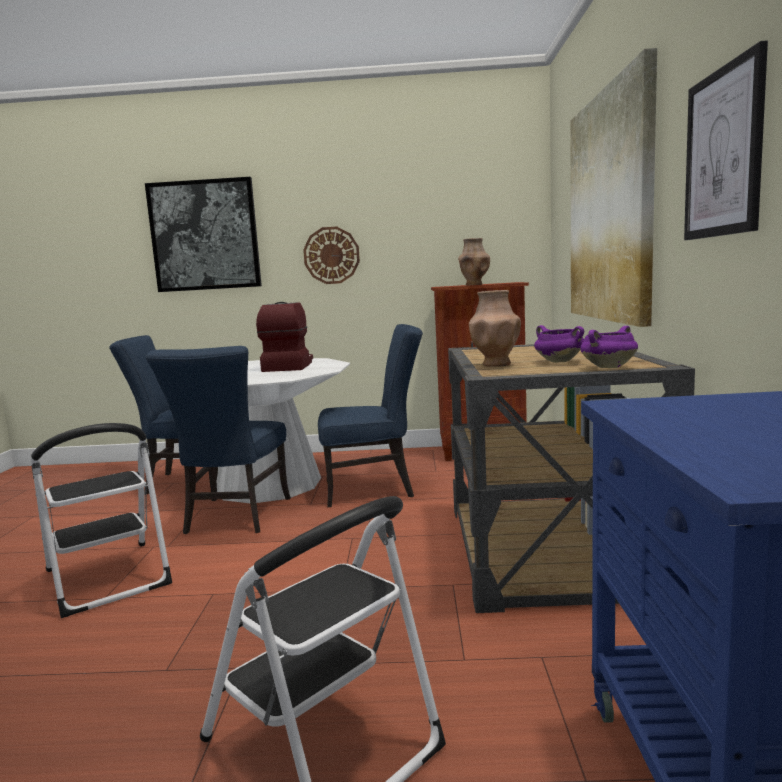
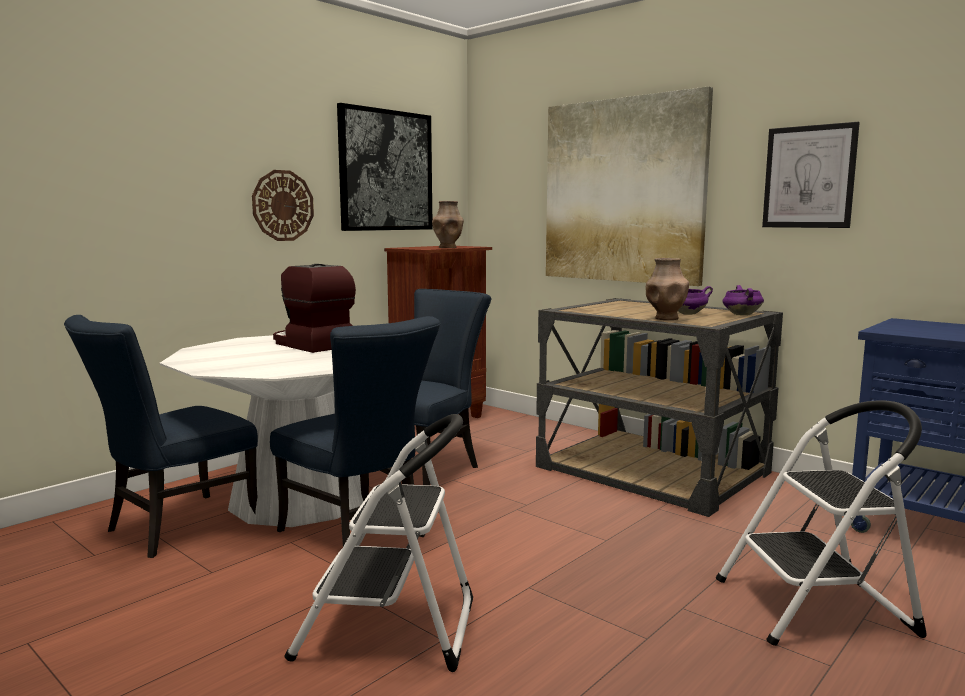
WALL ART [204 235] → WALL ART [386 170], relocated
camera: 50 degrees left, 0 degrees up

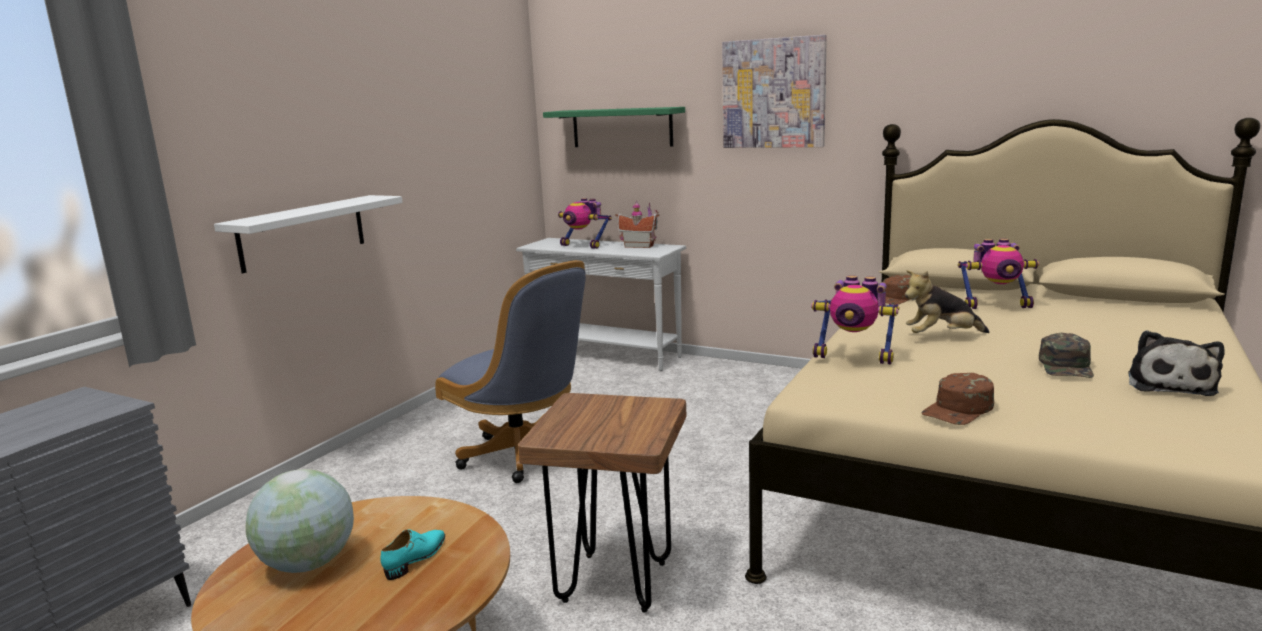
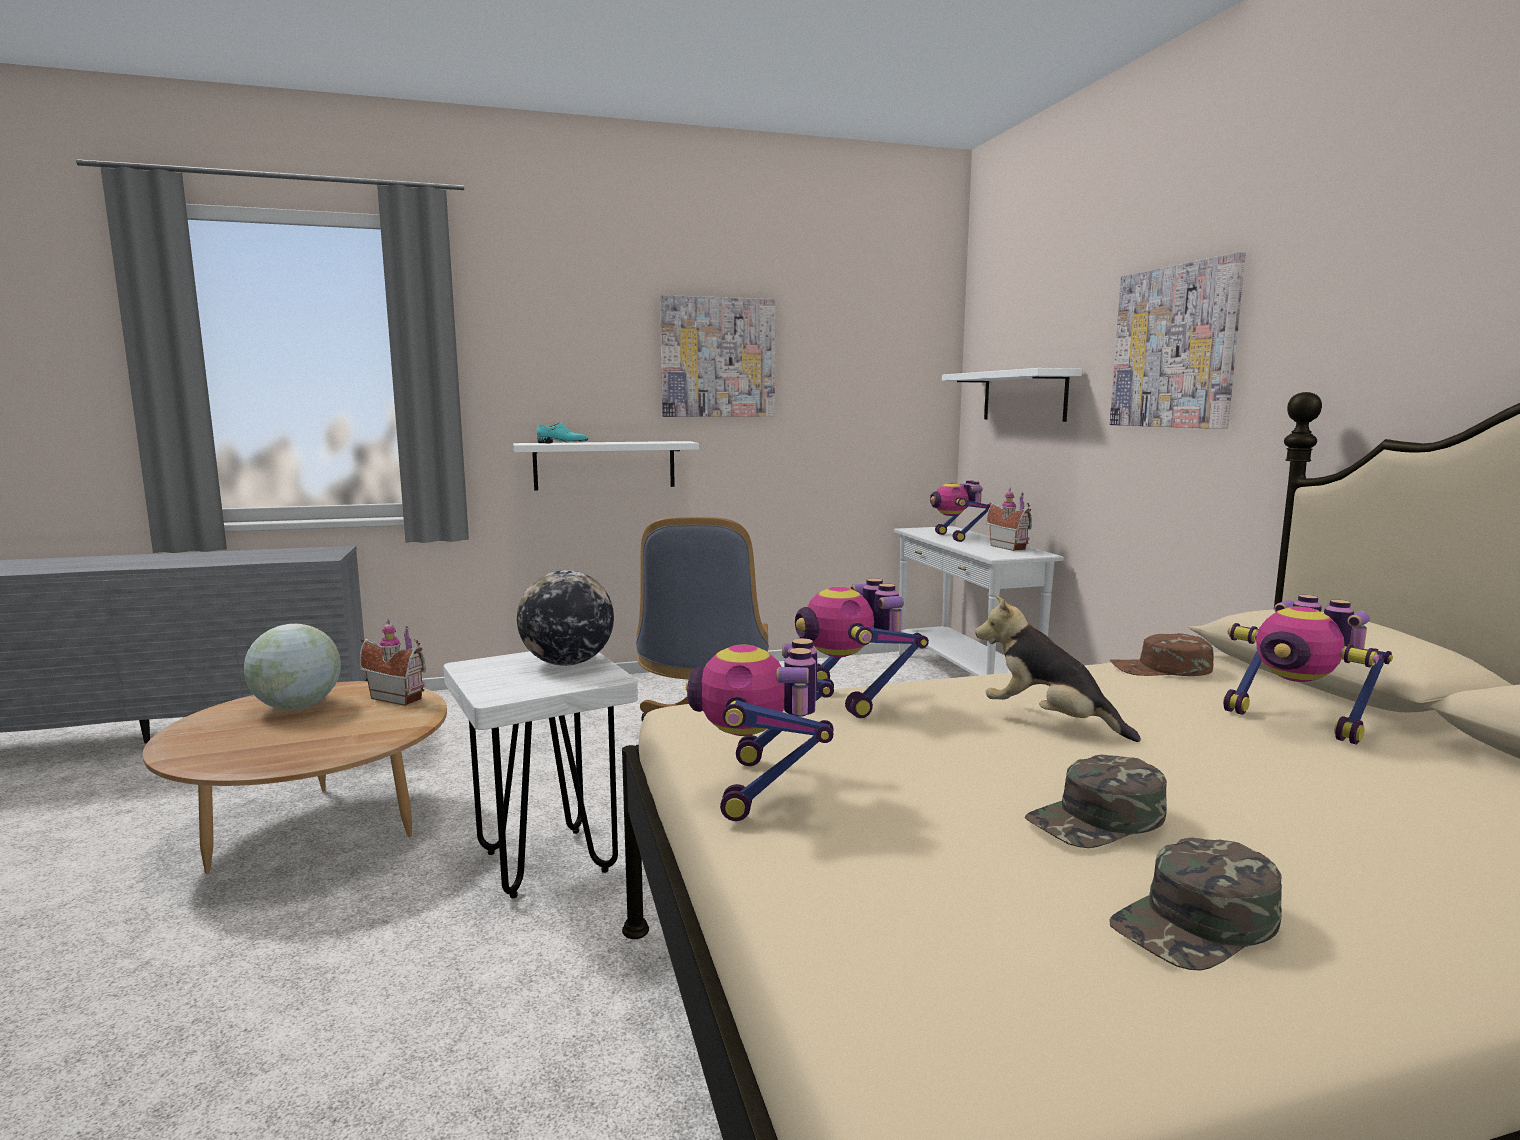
- → MODEL HOUSE [399 697]
- → WORLD GLOBE [567 663]
- → WALL ART [718 357]
TURQUOISE LOW SHOE [416 558] → TURQUOISE LOW SHOE [563 443], relocated
BROWNISH BASEBALL CAP [959 410] → ROBOT FIGURE [763 788]
CUDDLY TOY [1170 384] → GREENISH BASEBALL CAP [1197 924]
BROWNISH STOOL [615 582] → WHITE STOOL [547 862]
GREENISH SHELF [622 127] → WHITE SHELF [1024 396]
camera: 45 degrees right, 5 degrees down

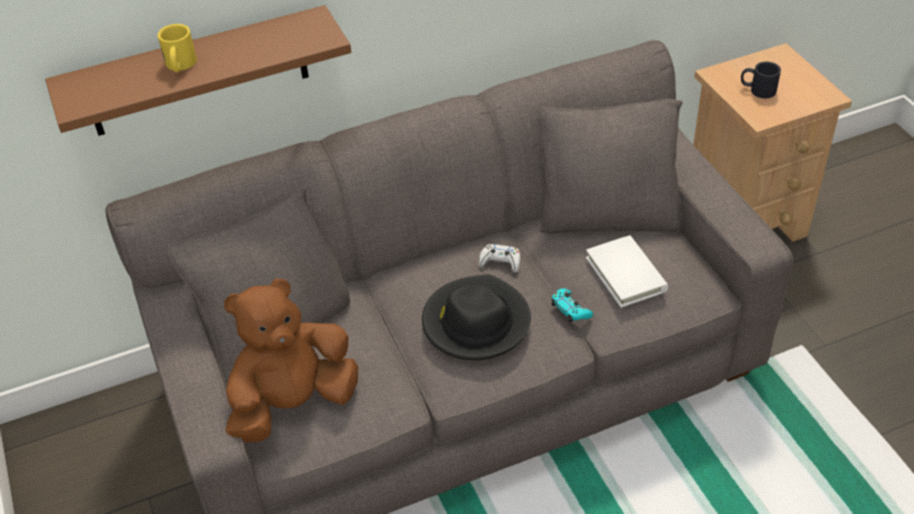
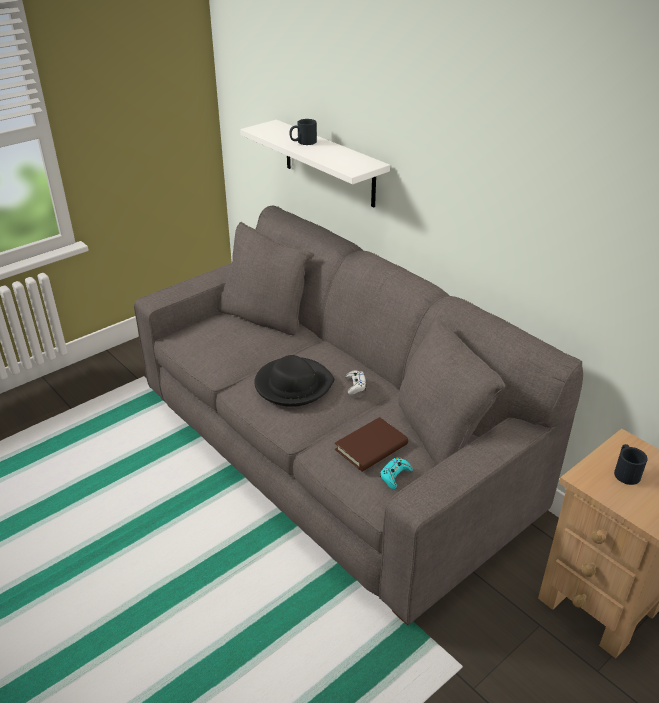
BROWNISH CUDDLY TOY [293 404] → -
TURQUOISE GAMEPAD [570 309] → TURQUOISE GAMEPAD [395 476], relocated
BROWNISH SHELF [197 73] → WHITE SHELF [329 163]
YELLOWISH COFFEE MUG [180 66] → BLACK-COLOURED COFFEE MUG [303 142]
WHITE BOOK [625 274] → BROWNISH BOOK [371 447]
camera: 70 degrees right, 10 degrees down

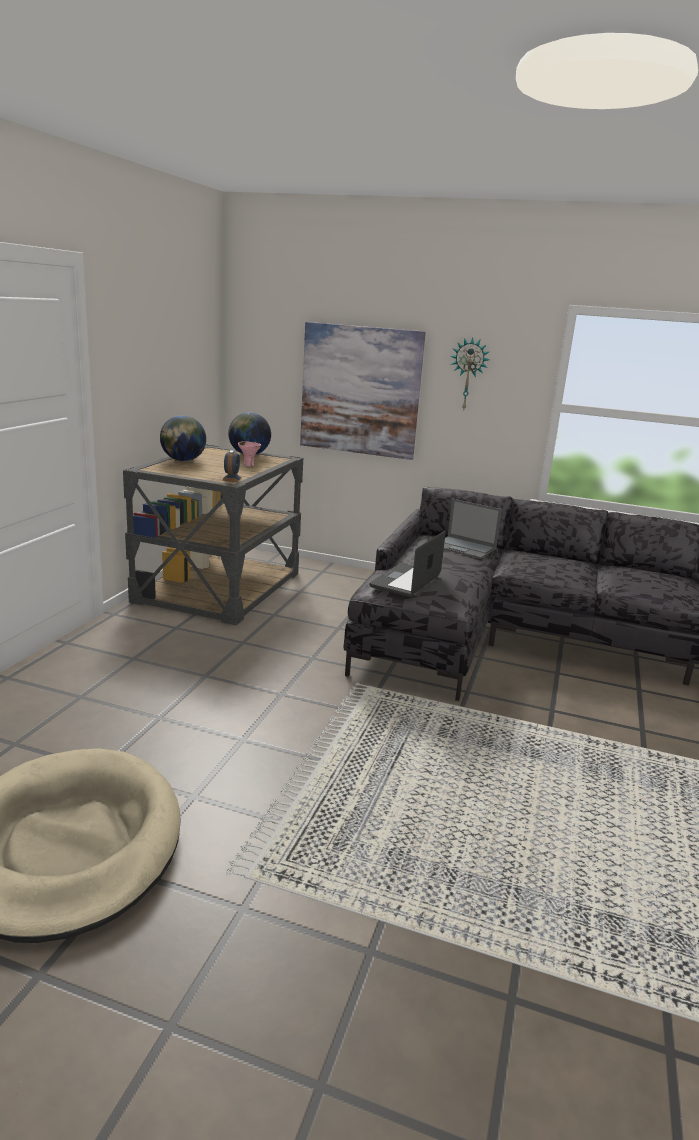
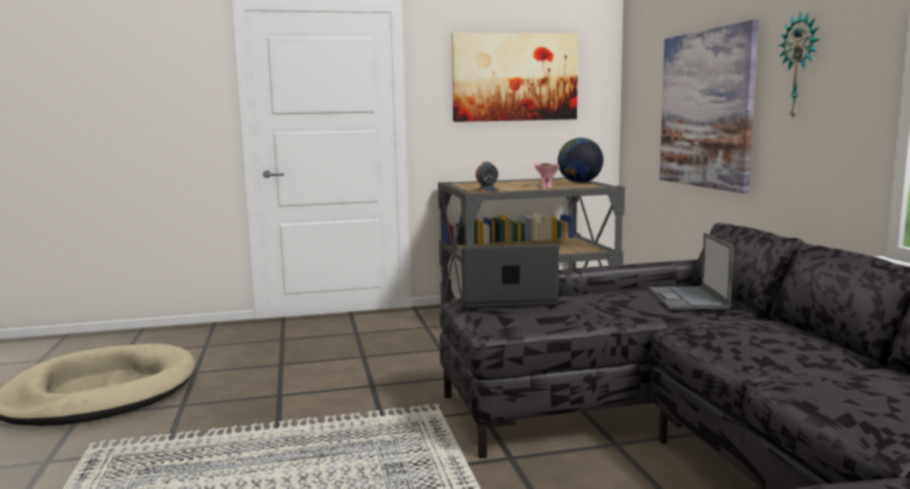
WORLD GLOBE [183 460] → -
- → WALL ART [515 77]
camera: 60 degrees right, 10 degrees down

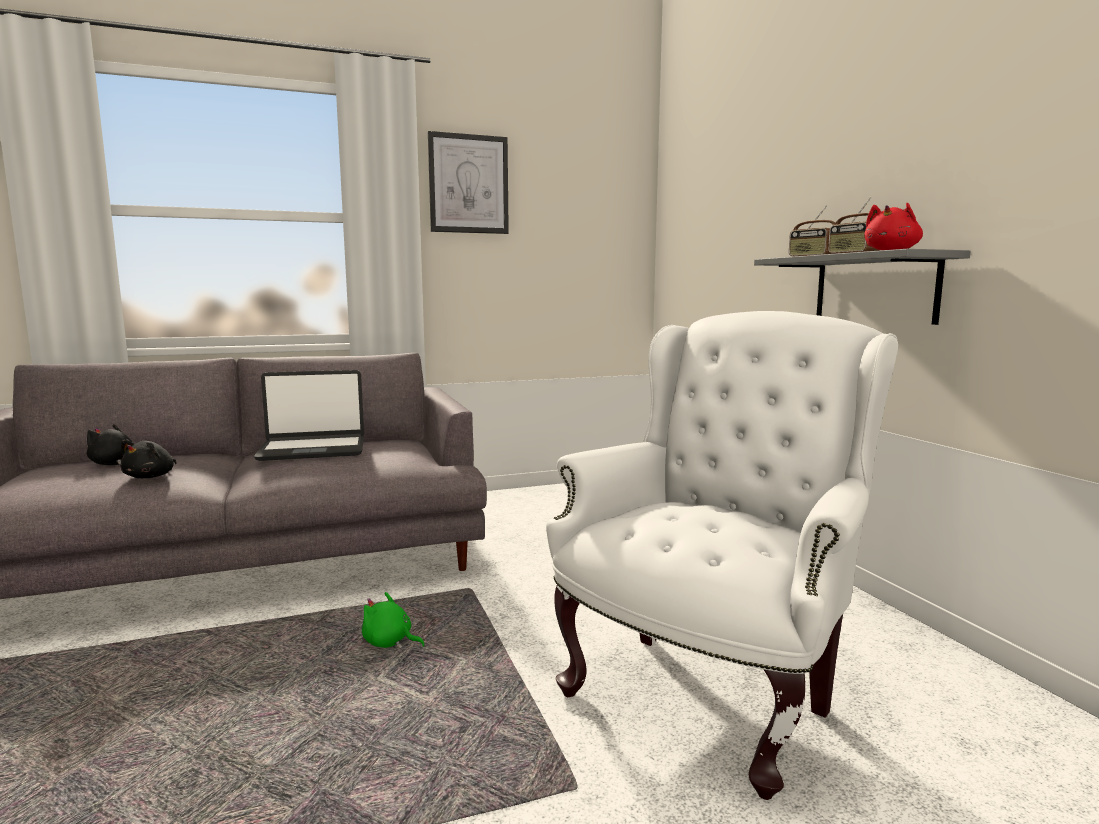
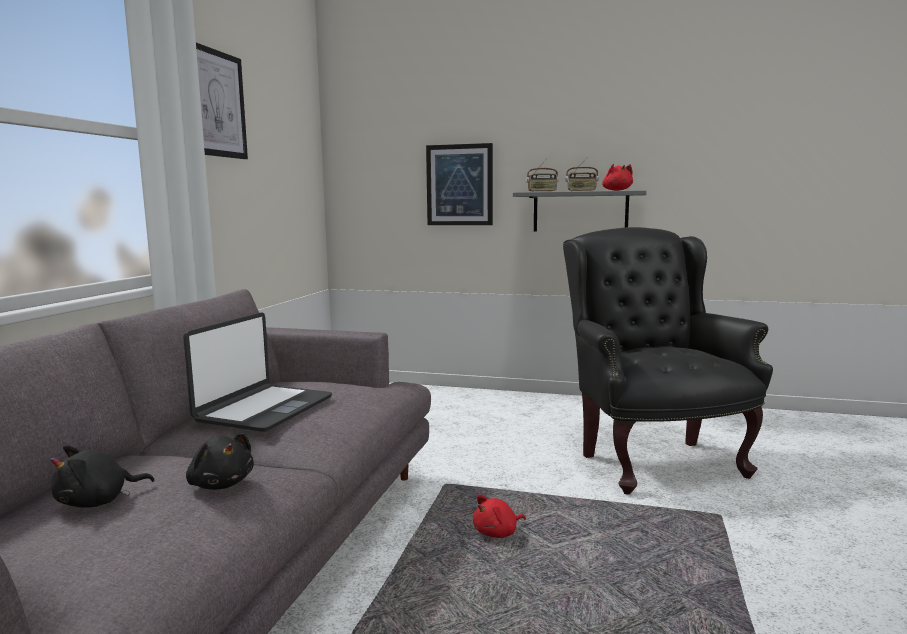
- → WALL ART [459 185]
GREENISH CUDDLY TOY [390 642] → RED-COLOURED CUDDLY TOY [497 533]
WHITE LOUNGE CHAIR [710 689] → BLACK-COLOURED LOUNGE CHAIR [652 458]
camera: 55 degrees left, 0 degrees up

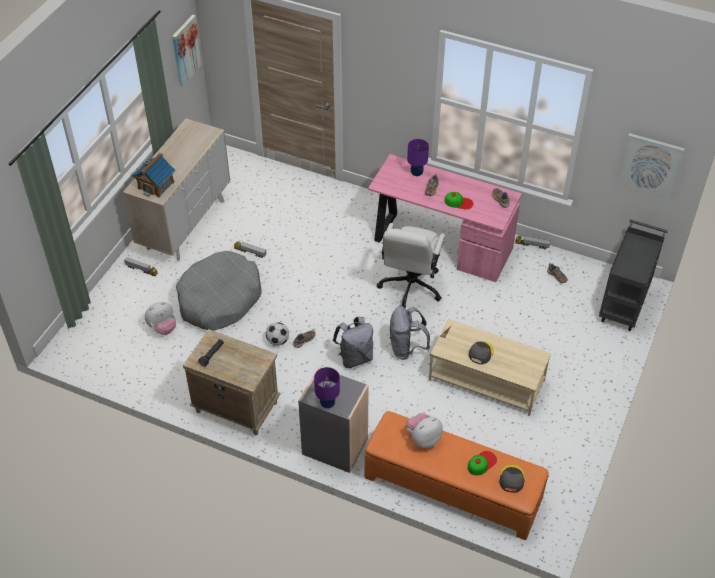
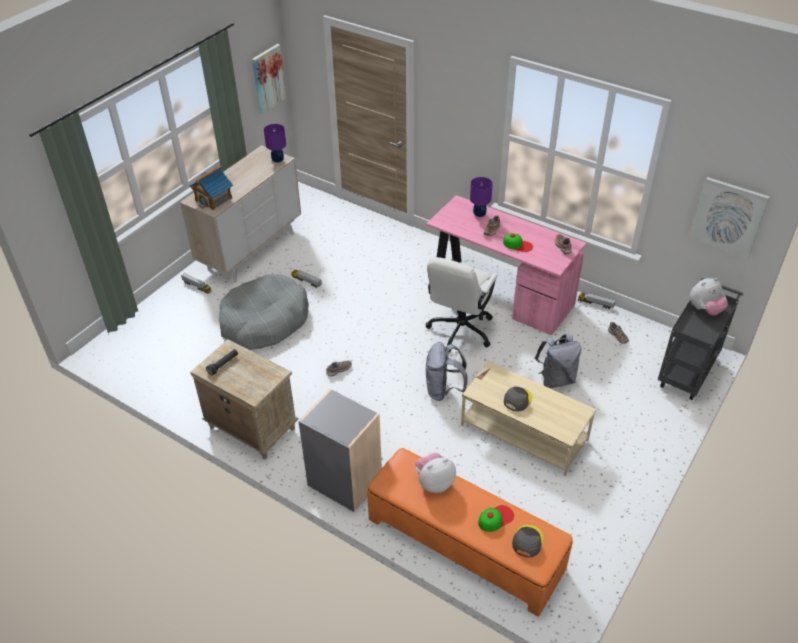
FOOTBALL [277 341] → -
CUDDLY TOY [163 328] → CUDDLY TOY [704 309], relocated
PURPLE TABLETOP LAMP [328 403] → PURPLE TABLETOP LAMP [278 160], relocated
GREY BACKPACK [355 357] → GREY BACKPACK [556 379], relocated
camera: 10 degrees right, 5 degrees down

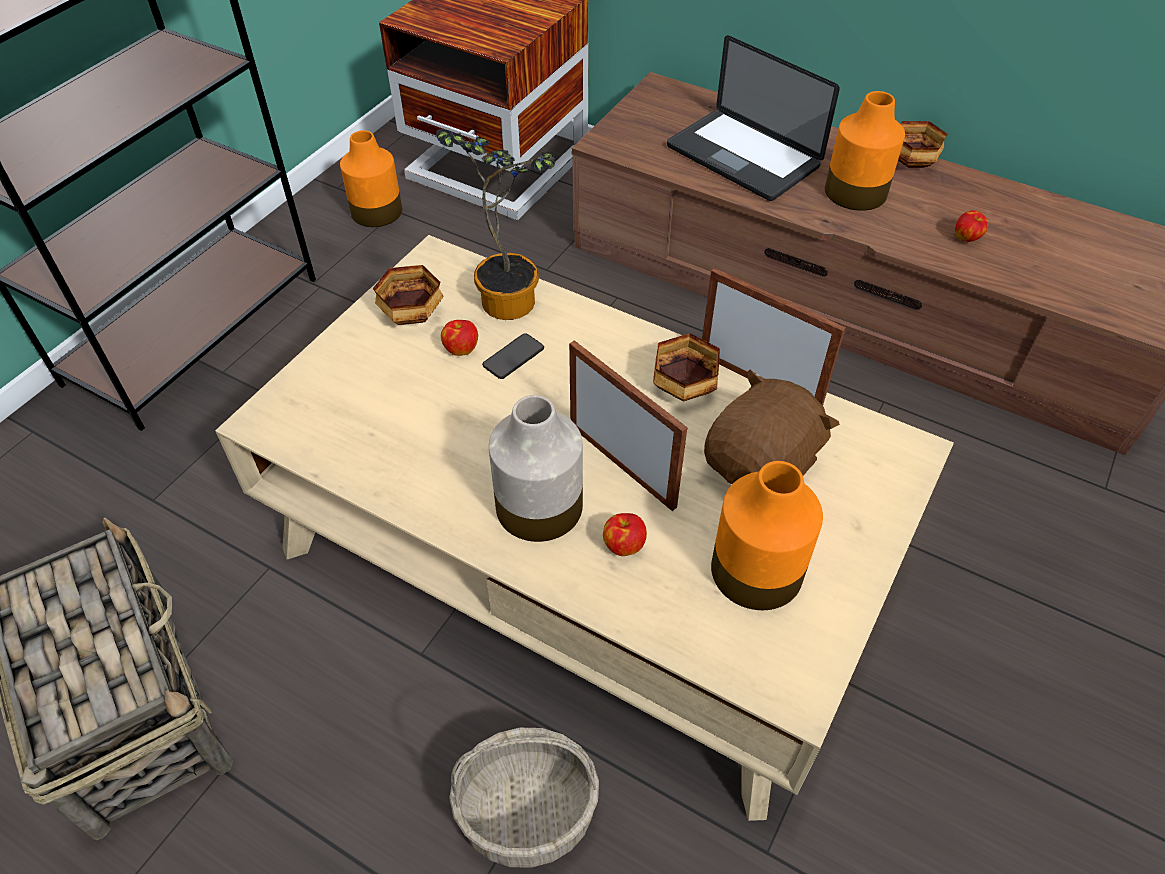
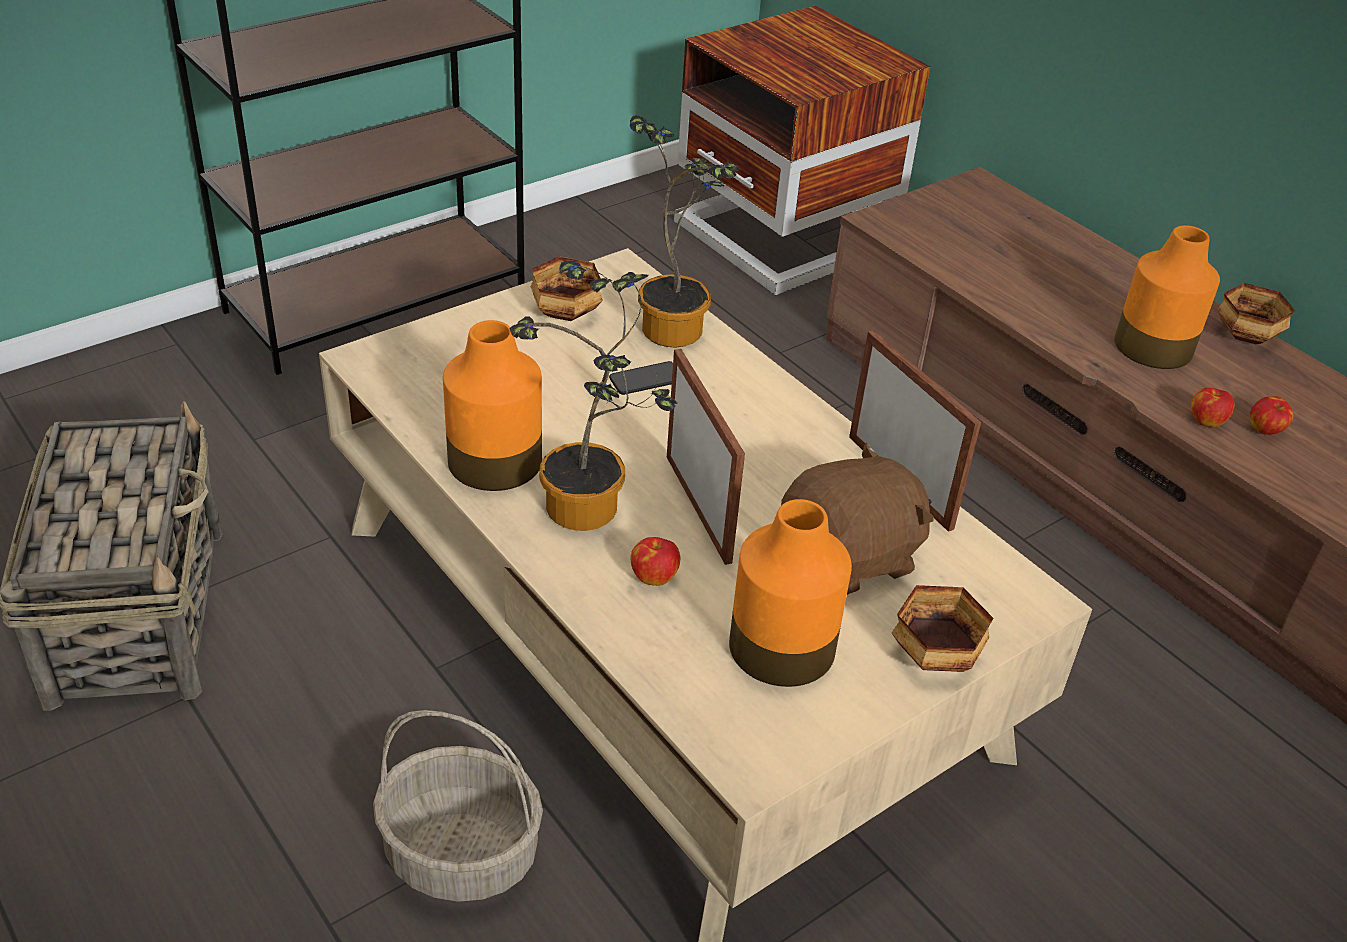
NOTEBOOK COMPUTER [742 157] → -
ORANGEY VASE [377 211] → ORANGEY VASE [495 460], relocated
APPLE [461 349] → APPLE [1206 421], relocated
BOWL [683 389] → BOWL [933 657], relocated
SAND-COLOURED VASE [539 504] → PLANT IN A POT [590 513]
camera: 20 degrees right, 10 degrees down

